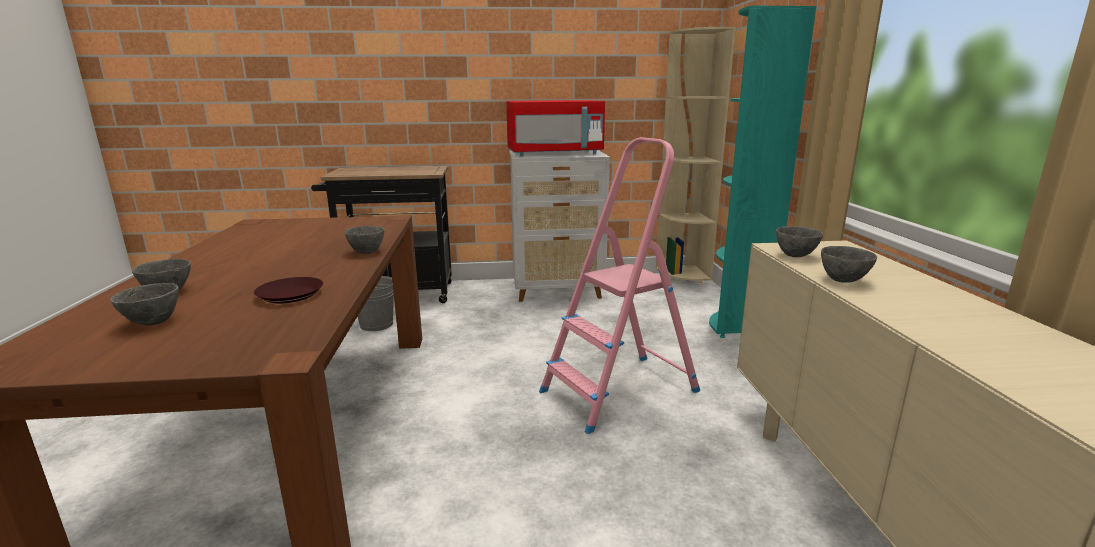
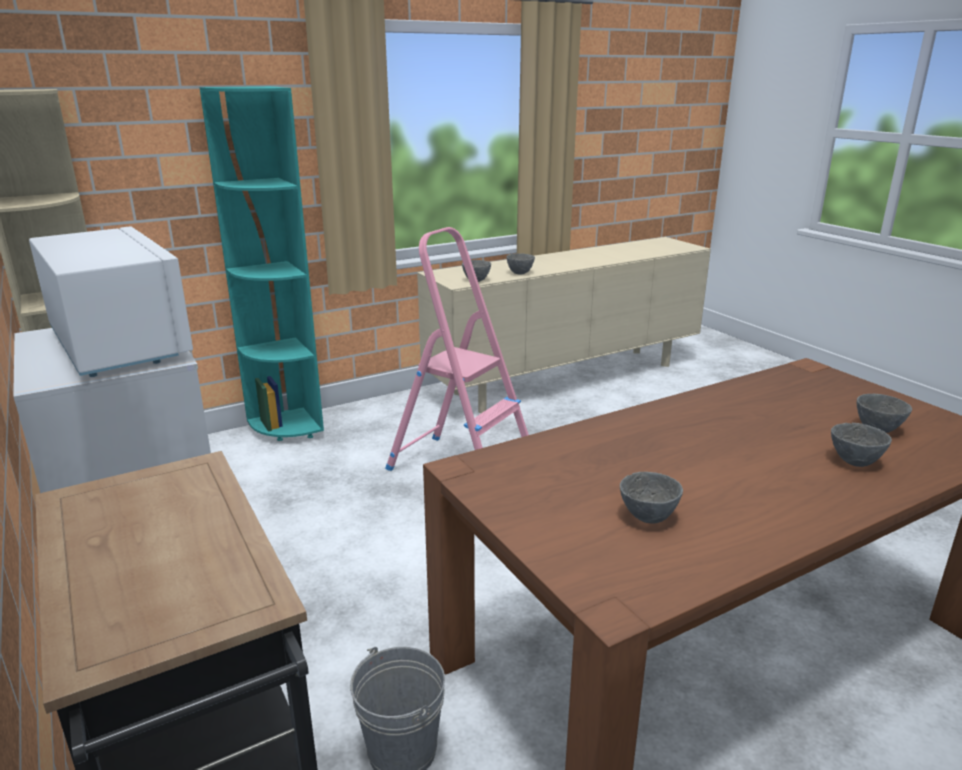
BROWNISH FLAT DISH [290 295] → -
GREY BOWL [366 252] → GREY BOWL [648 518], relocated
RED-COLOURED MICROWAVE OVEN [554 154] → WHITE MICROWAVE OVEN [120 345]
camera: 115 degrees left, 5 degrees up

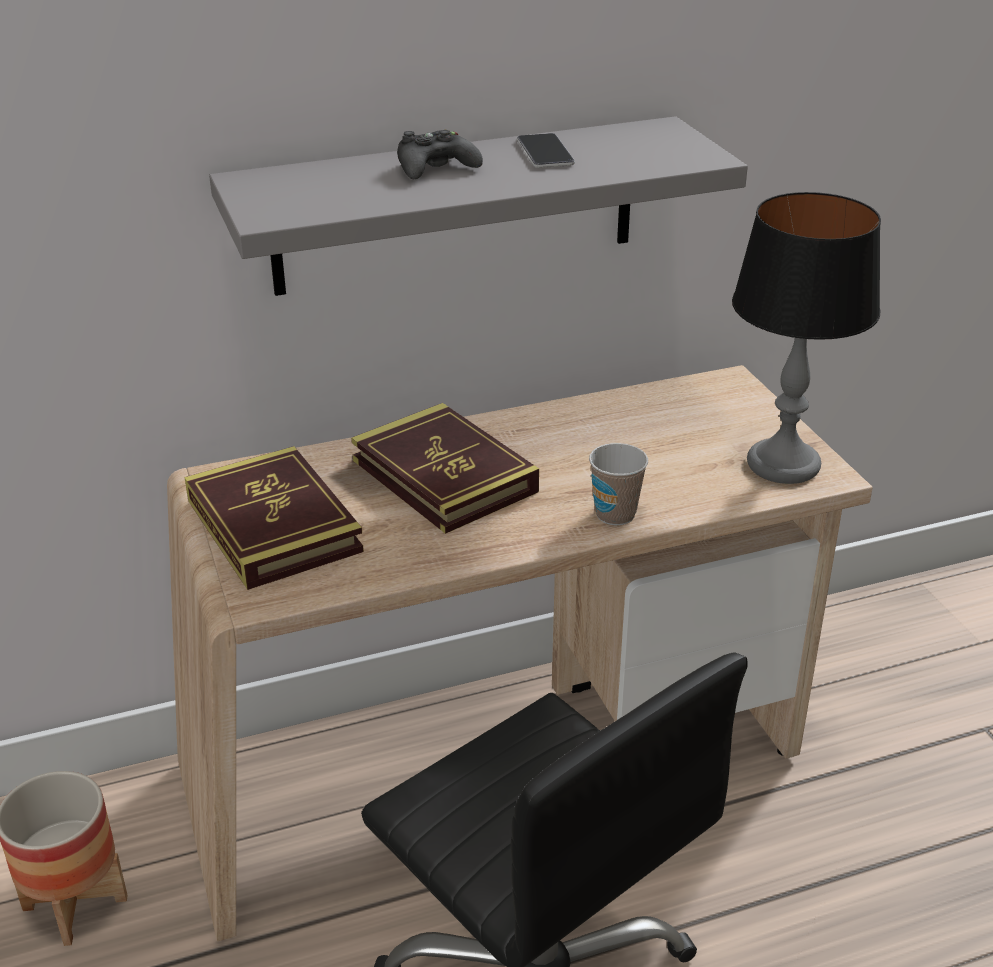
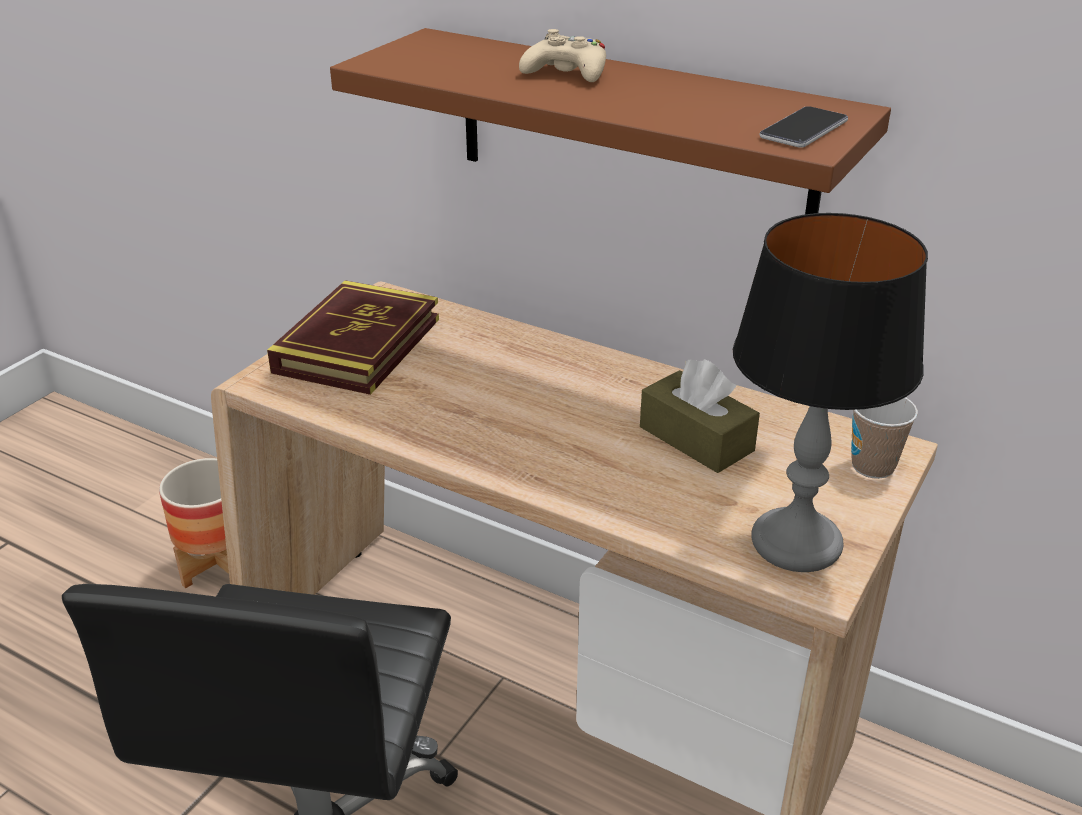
BOOK [444 476] → -
- → BROWNISH BOX OF TISSUES [696 439]
HANDSET [544 153] → HANDSET [803 129], relocated
CUP [615 514] → CUP [872 466], relocated
GREY SHELF [456 206] → BROWNISH SHELF [632 131]
BLACK-COLOURED GAMEPAD [435 168] → SAND-COLOURED GAMEPAD [567 73]
camera: 50 degrees right, 0 degrees up

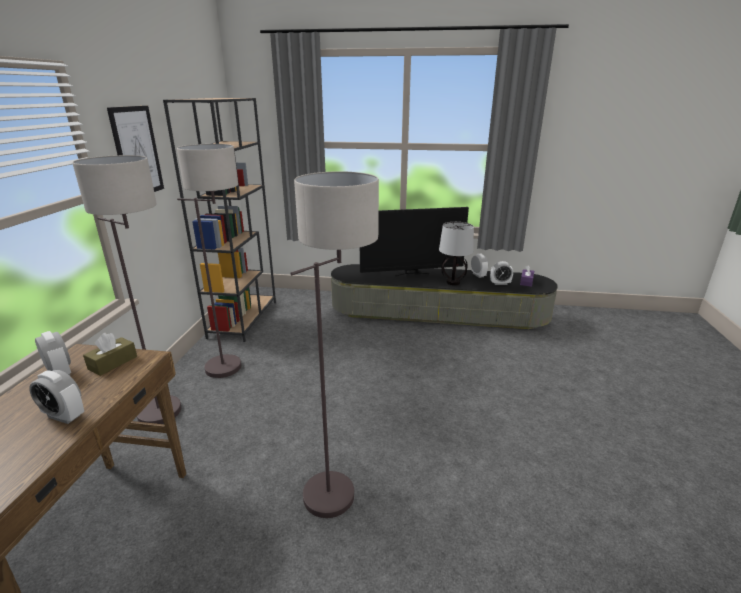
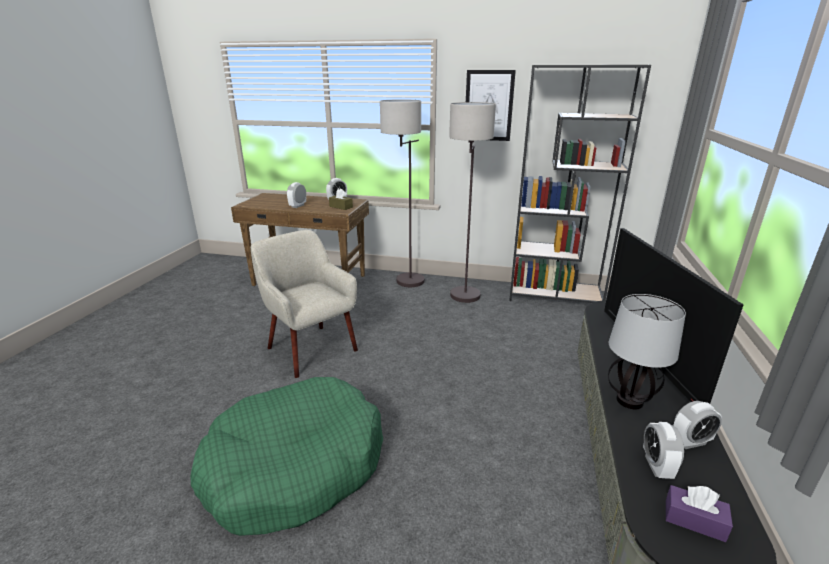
- → GREENISH DOG CUSHION [295 467]
GREY FLOOR LAMP [340 486] → SAND-COLOURED LOUNGE CHAIR [310 349]
camera: 95 degrees right, 0 degrees up

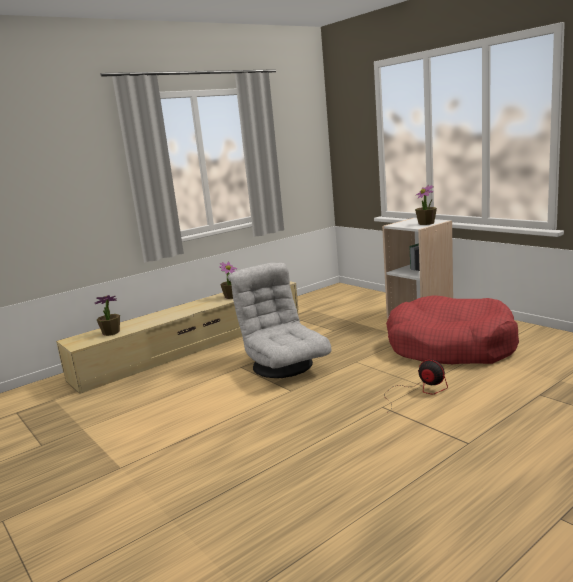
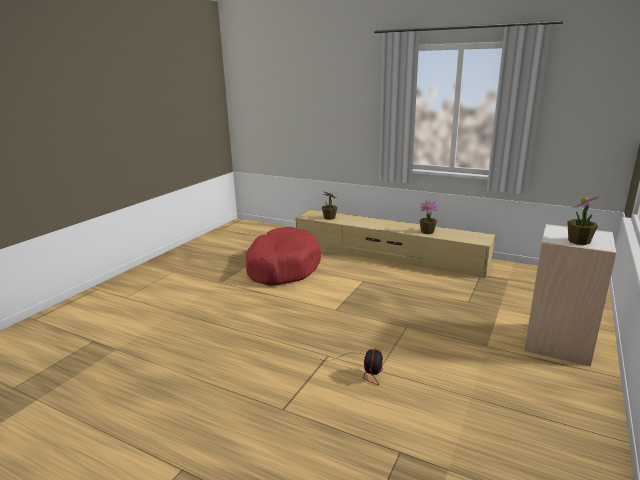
GREY LOUNGE CHAIR [284 366] → -
RED-COLOURED DOG CUSHION [450 346] → RED-COLOURED DOG CUSHION [282 267], relocated
camera: 65 degrees right, 5 degrees up

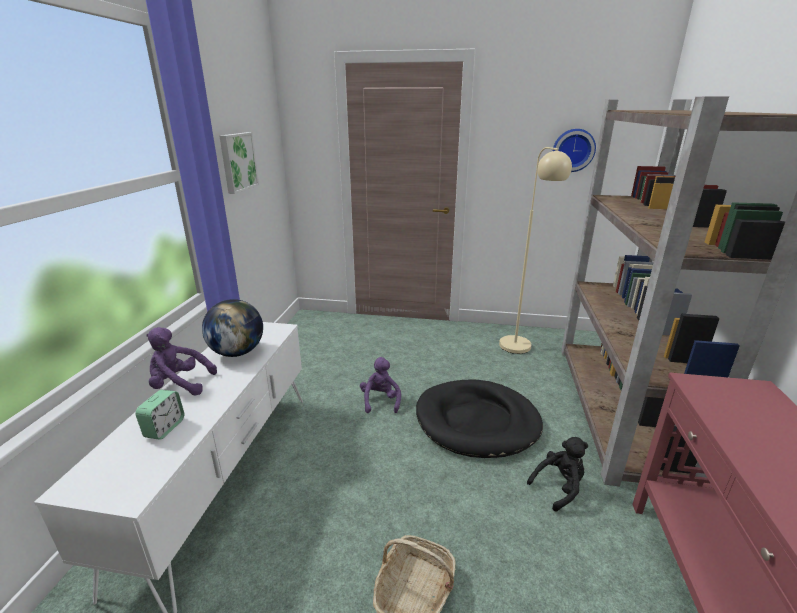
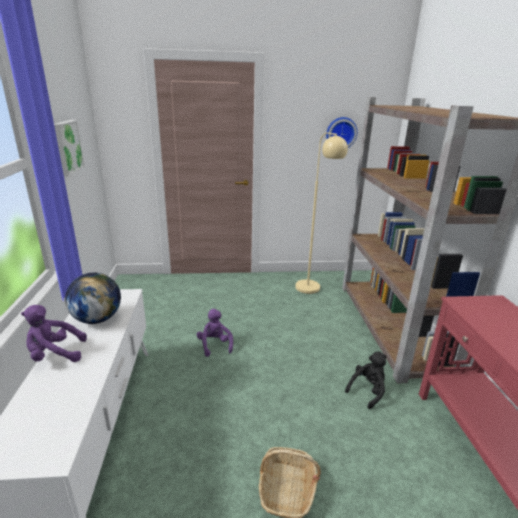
BEDSIDE CLOCK [164 428] → -
BLACK-COLOURED DOG CUSHION [477 421] → -
camera: 15 degrees left, 0 degrees up

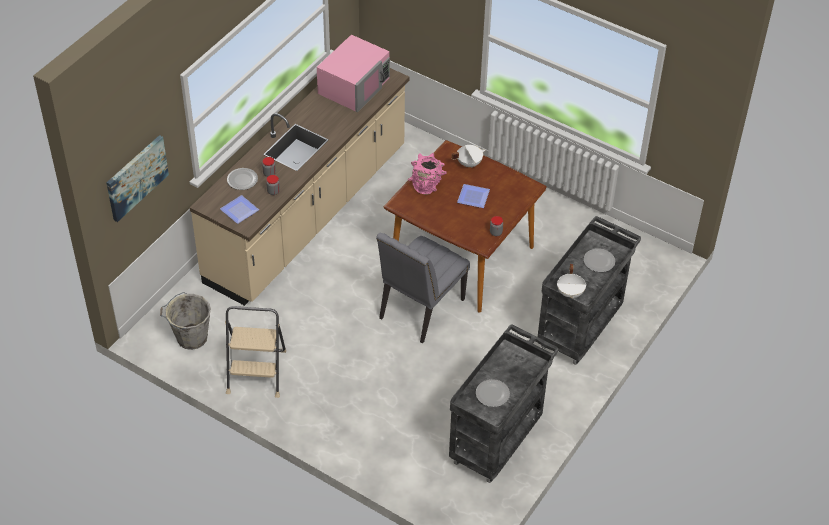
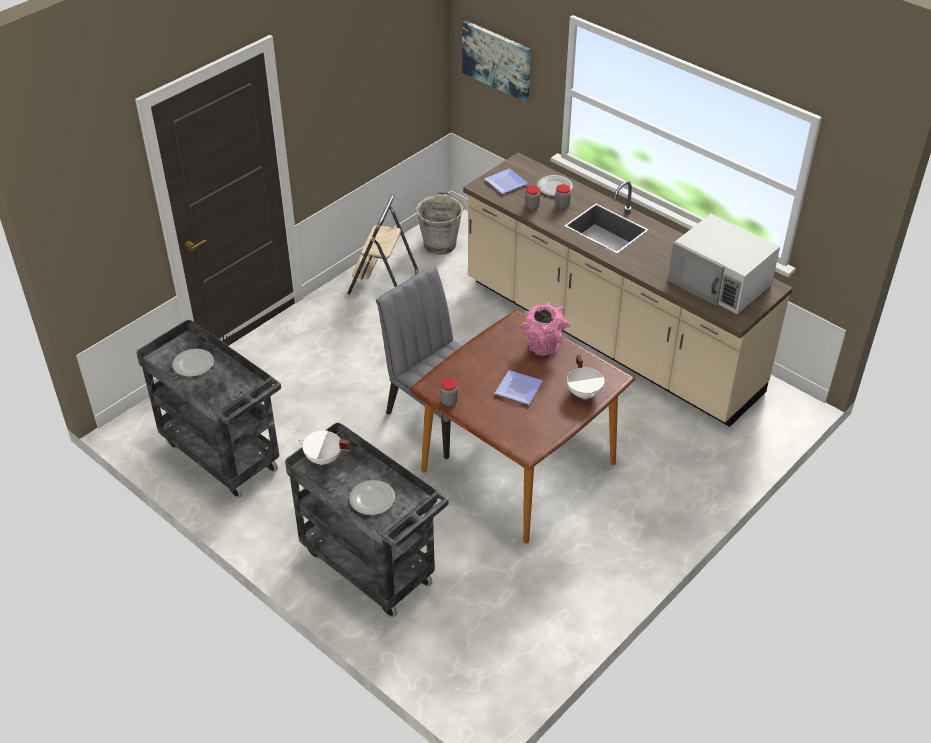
PINK MICROWAVE OVEN [354 85] → WHITE MICROWAVE OVEN [720 282]
camera: 100 degrees right, 5 degrees down

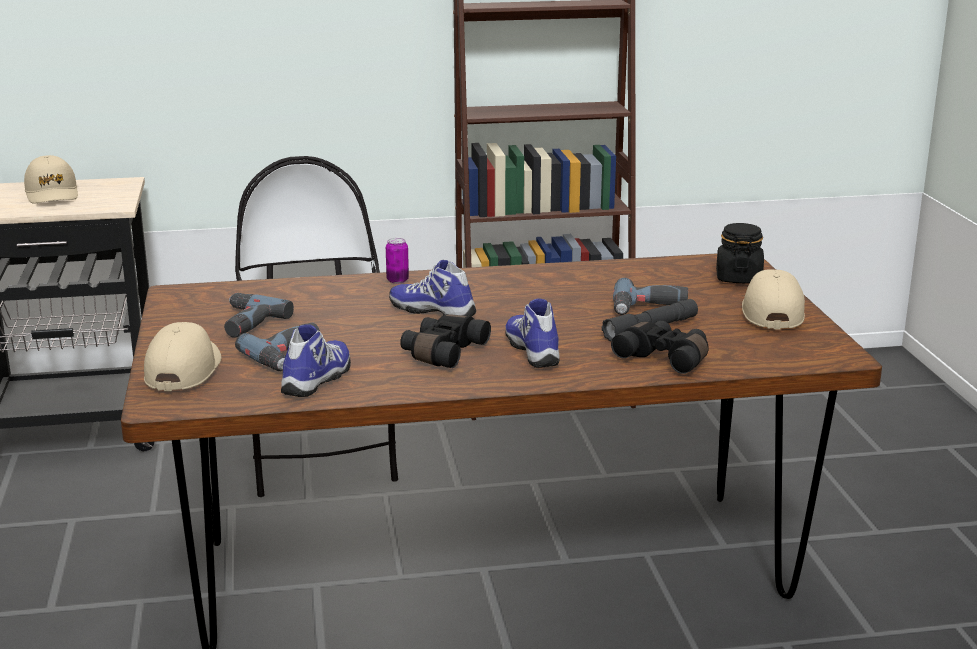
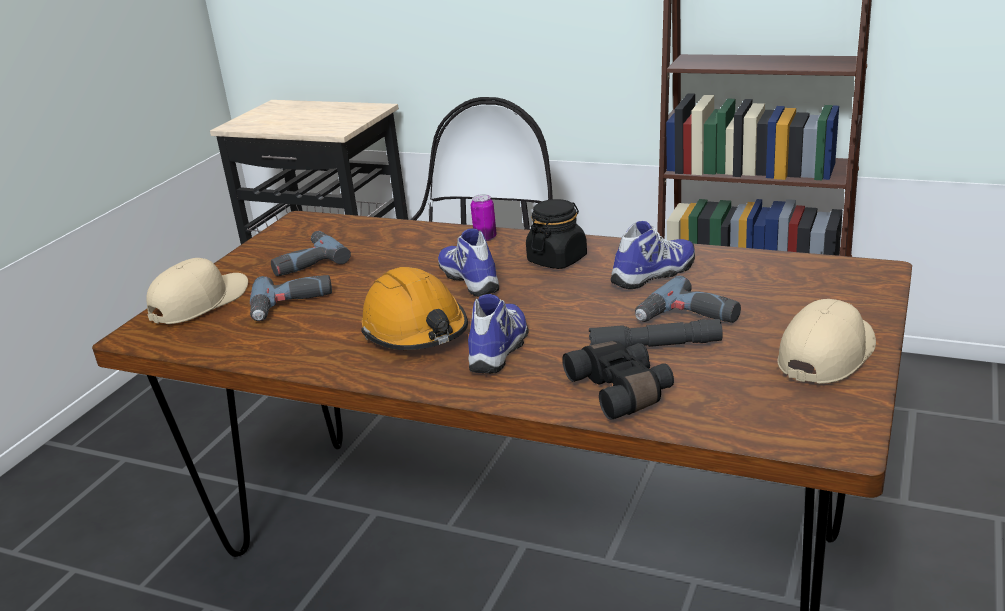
SAND-COLOURED BASEBALL CAP [52 194] → -
LOW SHOE [319 379] → LOW SHOE [655 274], relocated
BLACK-COLOURED JAR [738 278] → BLACK-COLOURED JAR [557 259], relocated
BLACK-COLOURED FIELD GLASSES [442 352] → ORANGEY WORK HELMET [416 330]
camera: 35 degrees right, 5 degrees up

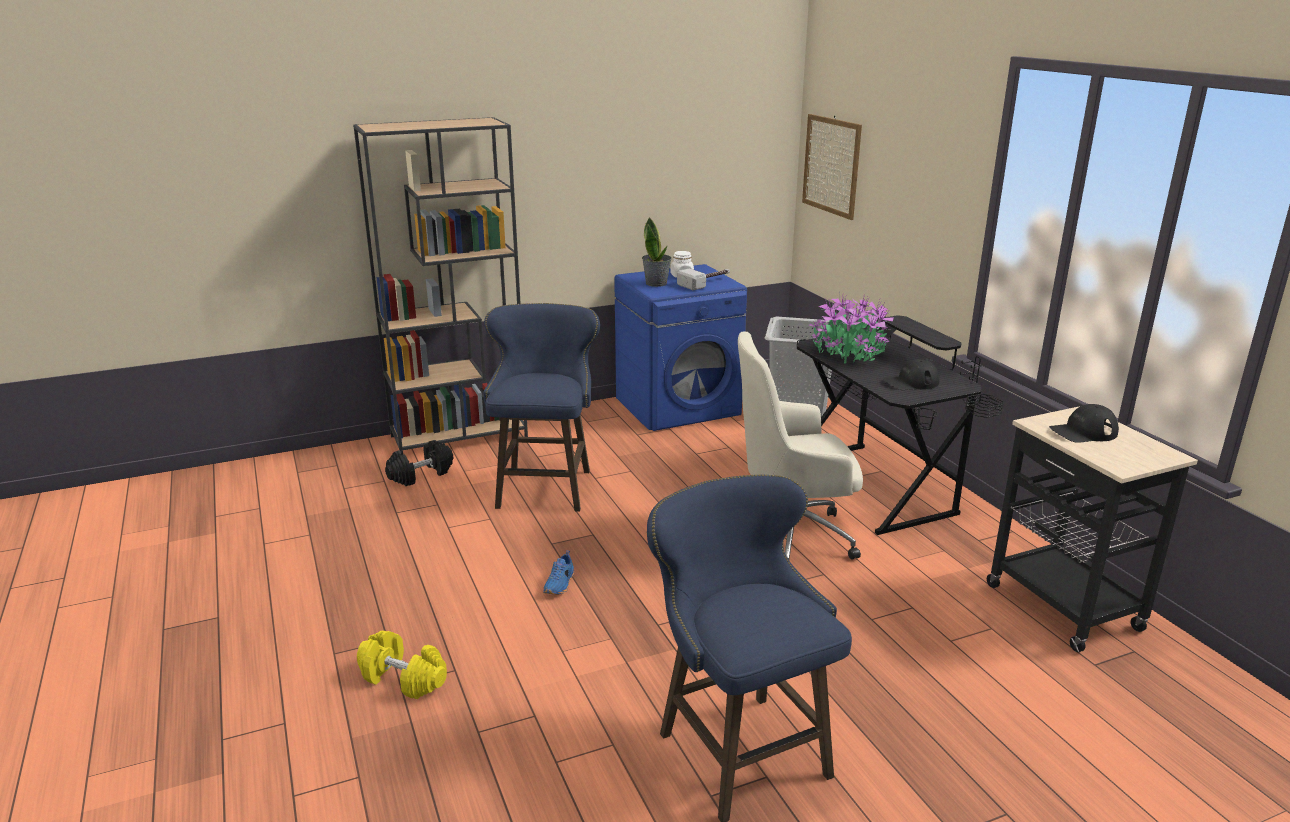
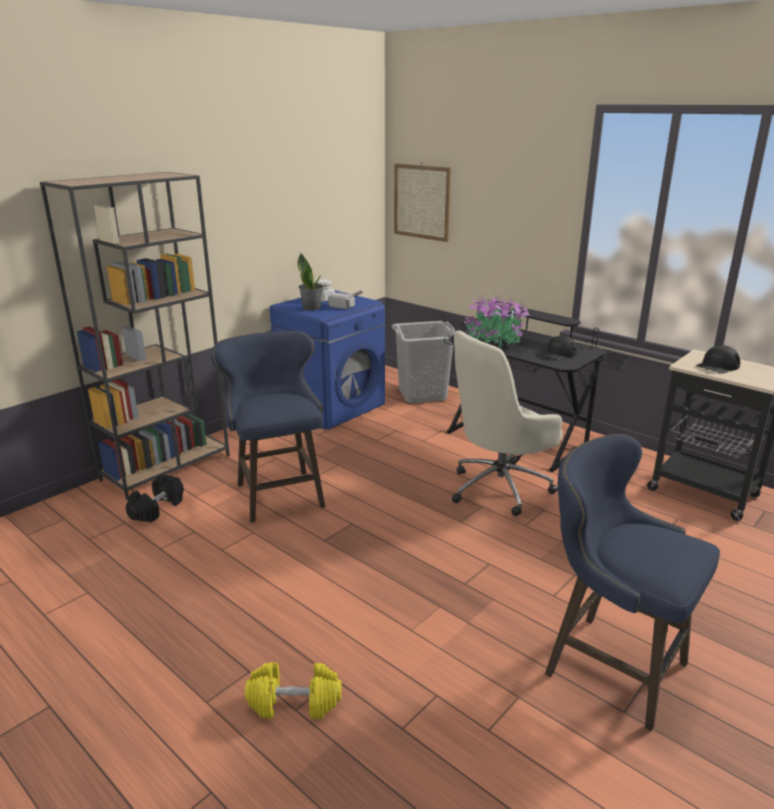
BLUE-COLOURED LOW SHOE [560 584] → -
camera: 25 degrees left, 0 degrees up

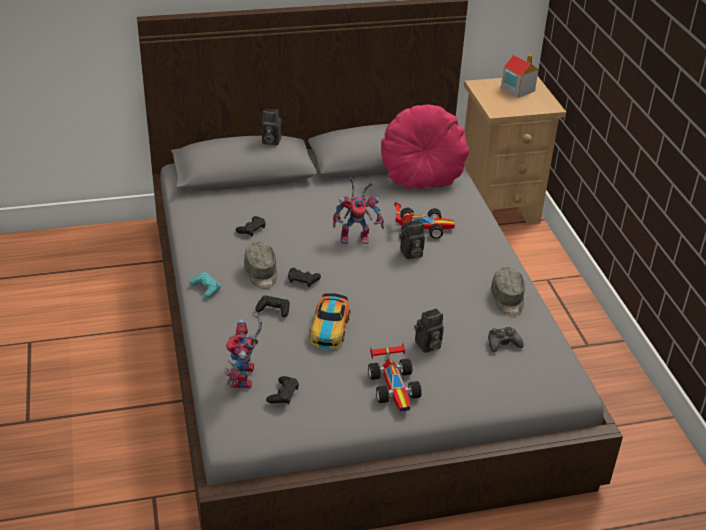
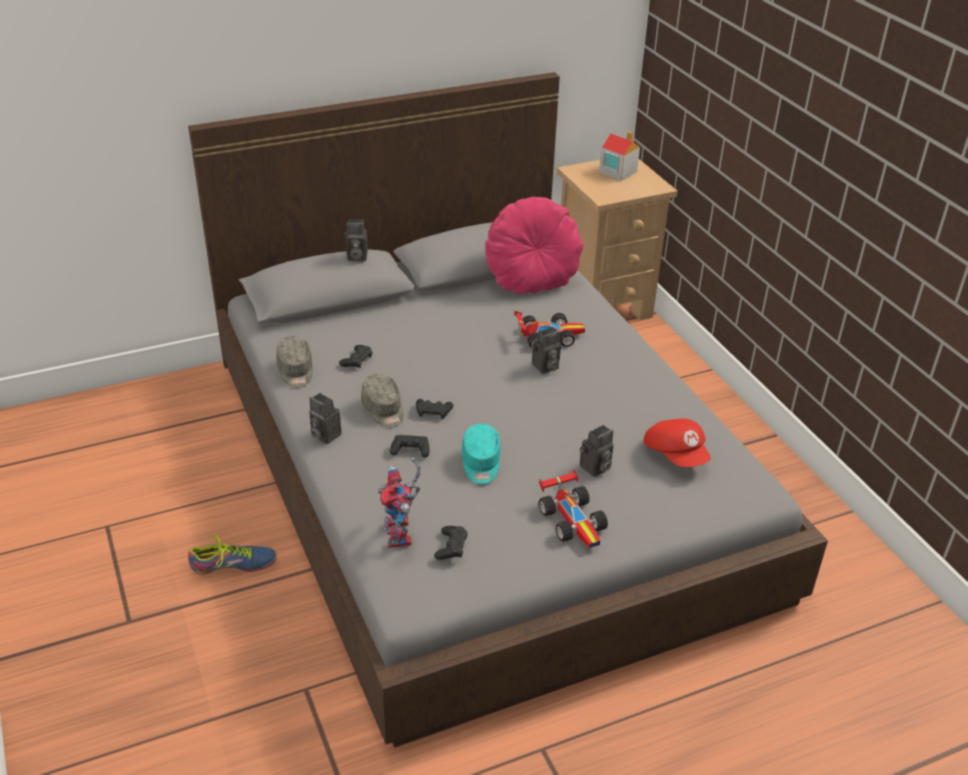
ROBOT FIGURE [357 237] → -
- → LOW SHOE [233 564]
GREY BASEBALL CAP [507 299] → GREY BASEBALL CAP [296 371], relocated
TURQUOISE GAMEPAD [206 288] → STILL CAMERA [324 435]
MODEL CAR [329 328] → TURQUOISE BASEBALL CAP [481 463]
BLACK-COLOURED GAMEPAD [503 343] → RED-COLOURED BASEBALL CAP [676 455]
camera: 10 degrees left, 0 degrees up

